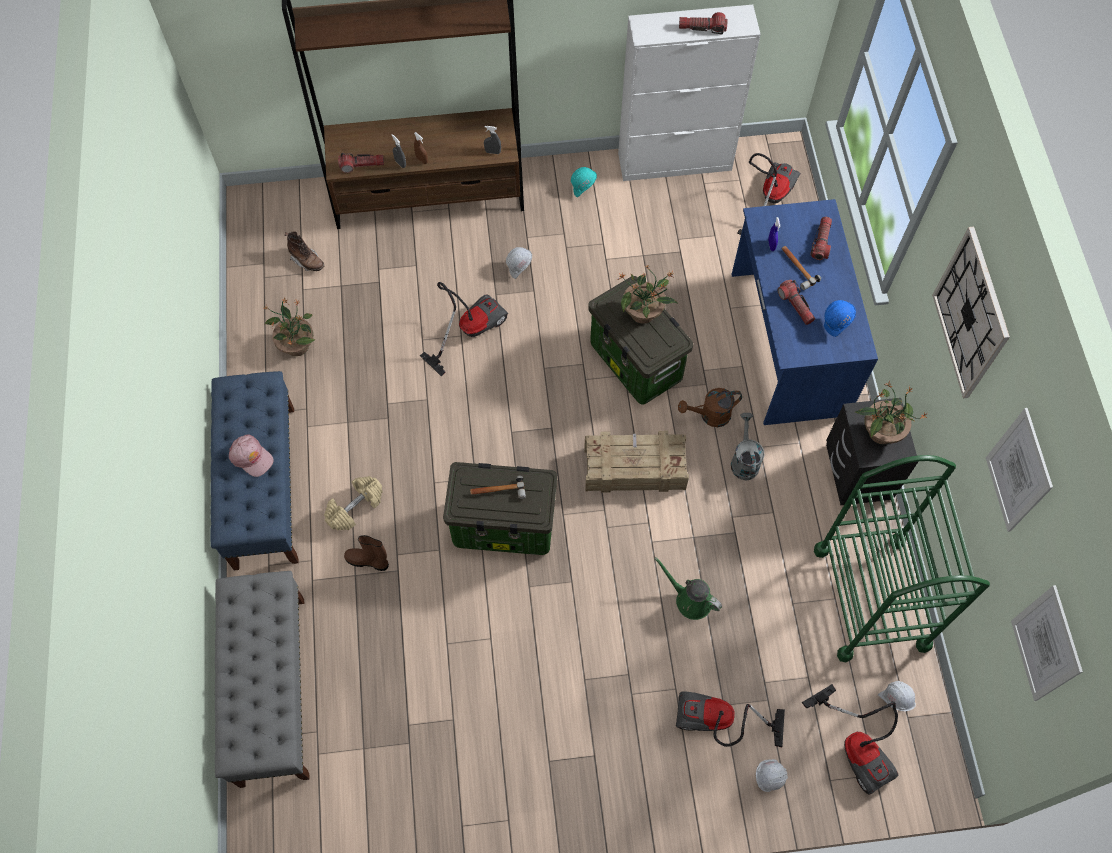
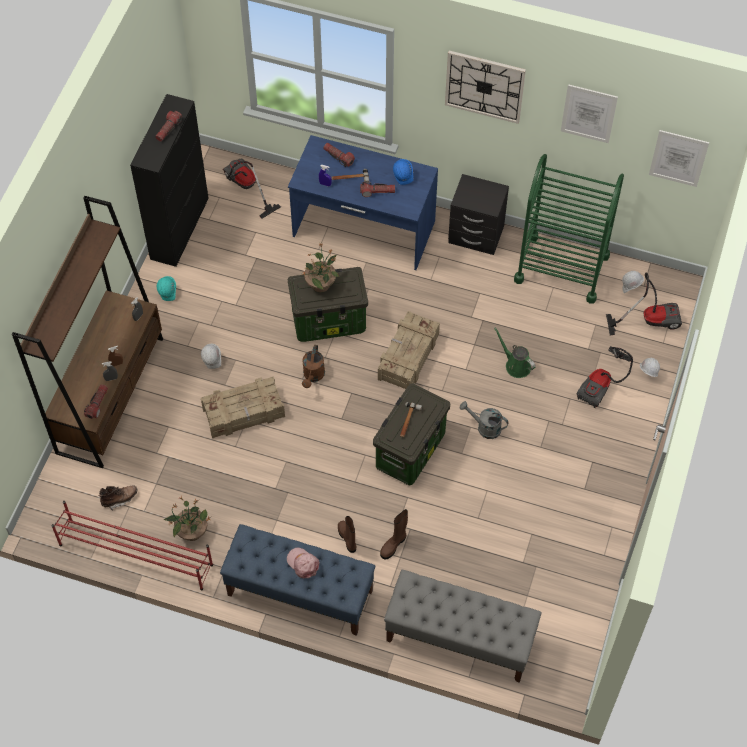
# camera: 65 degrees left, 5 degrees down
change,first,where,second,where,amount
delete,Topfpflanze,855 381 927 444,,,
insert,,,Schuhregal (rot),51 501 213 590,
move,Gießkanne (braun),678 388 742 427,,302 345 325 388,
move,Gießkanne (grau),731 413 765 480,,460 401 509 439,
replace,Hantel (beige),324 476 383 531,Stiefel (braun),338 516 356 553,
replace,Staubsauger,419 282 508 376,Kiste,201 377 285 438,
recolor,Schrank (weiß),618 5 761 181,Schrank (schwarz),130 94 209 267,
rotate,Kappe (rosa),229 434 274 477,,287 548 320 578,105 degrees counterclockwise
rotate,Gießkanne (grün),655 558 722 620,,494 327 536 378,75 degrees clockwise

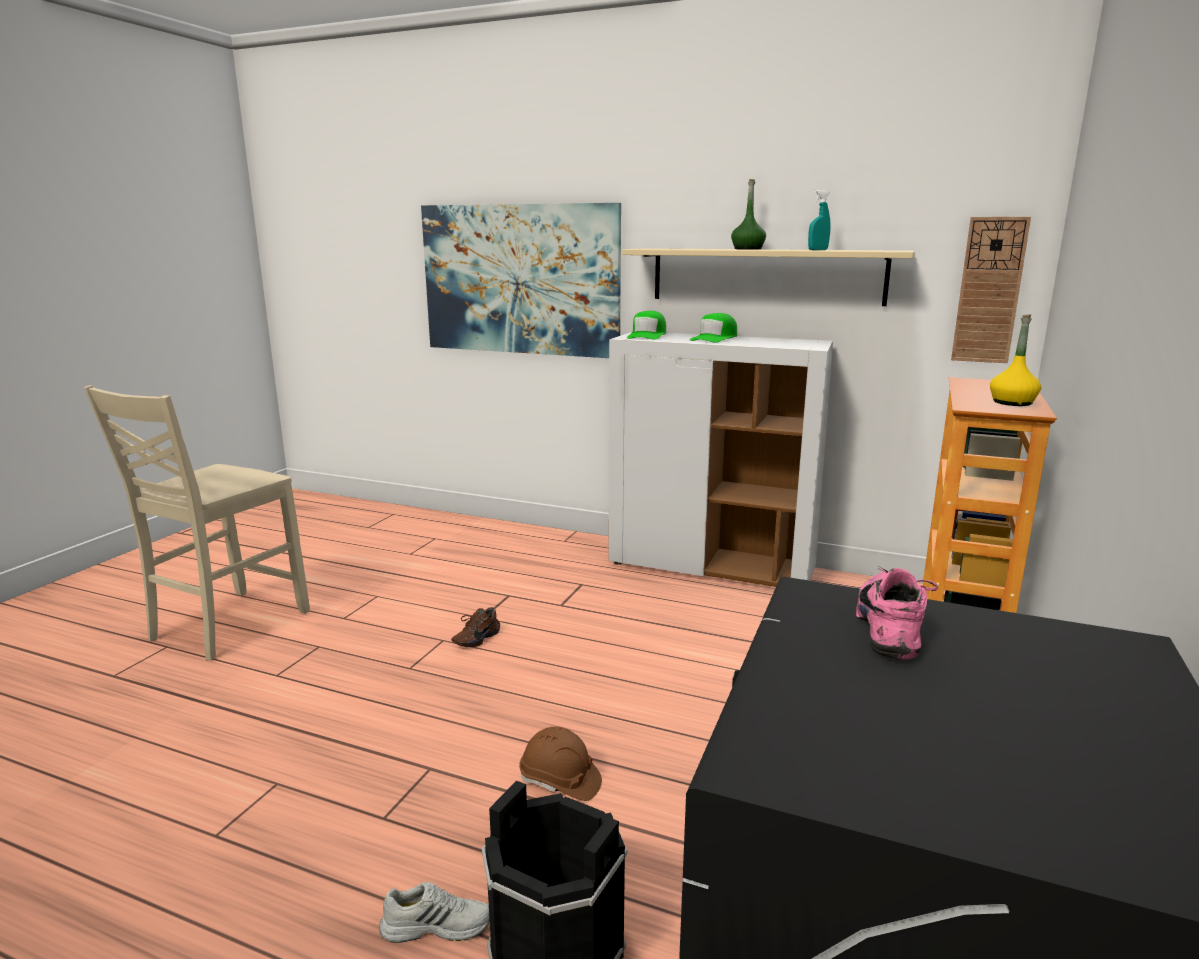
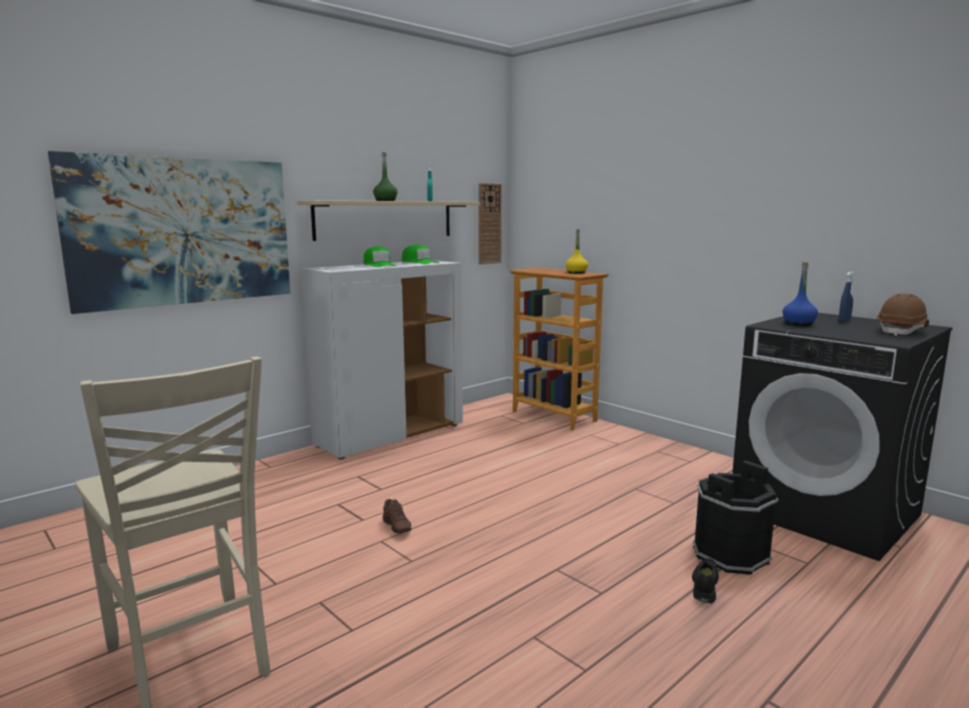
# camera: 65 degrees left, 5 degrees down
change,first,where,second,where,amount
insert,,,Sprühflasche (blau),839 271 855 322,
move,Schutzhelm (braun),519 727 602 801,,877 293 929 336,
move,Kappe (grün),627 311 666 340,,402 245 440 264,
replace,Schuh (rosa),856 566 939 660,Flasche (blau),782 262 818 326,
recolor,Schuh (weiß),379 882 490 943,Schuh (schwarz),692 559 719 604,

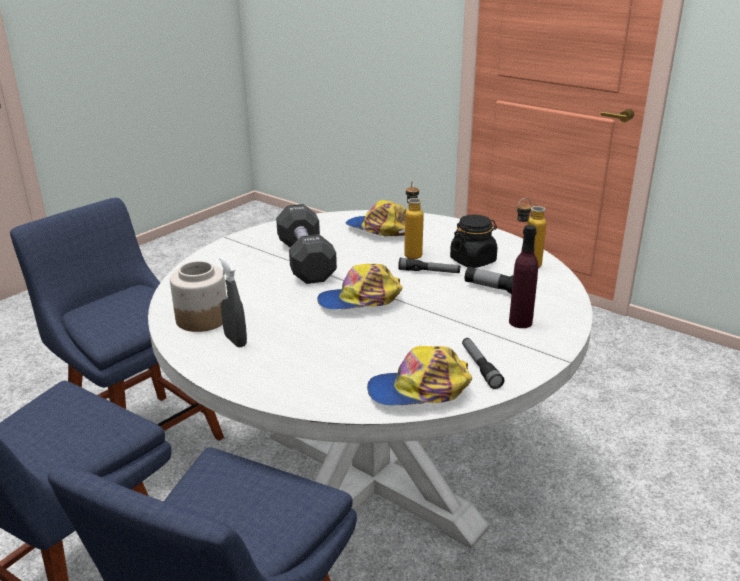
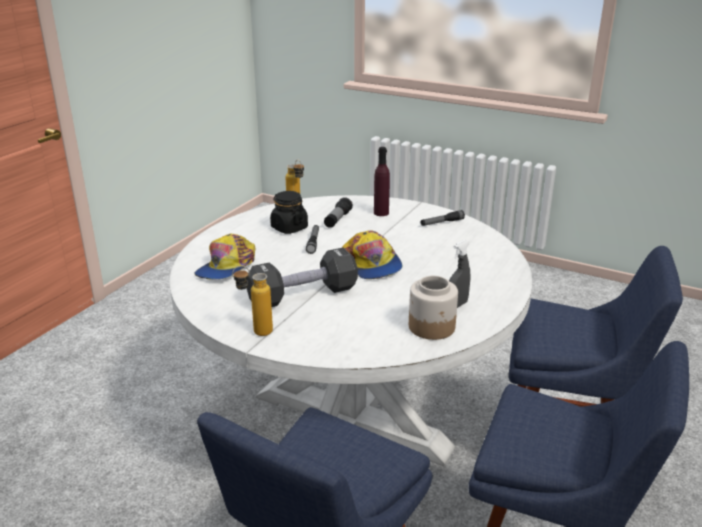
# camera: 100 degrees left, 0 degrees up
change,first,where,second,where,amount
delete,Kappe,367 346 472 406,,,
move,Flasche,404 181 424 259,,232 266 273 336,

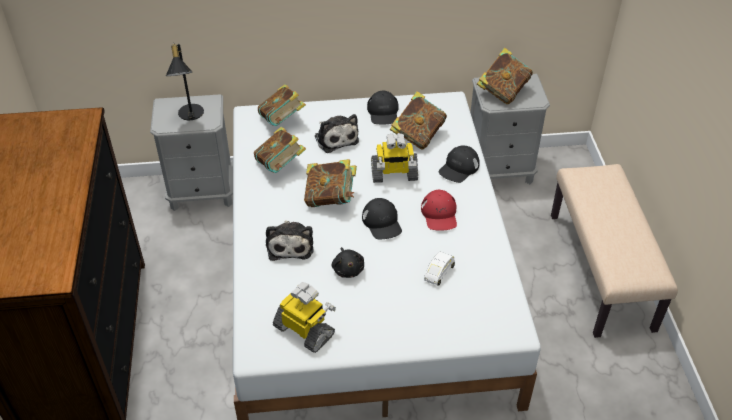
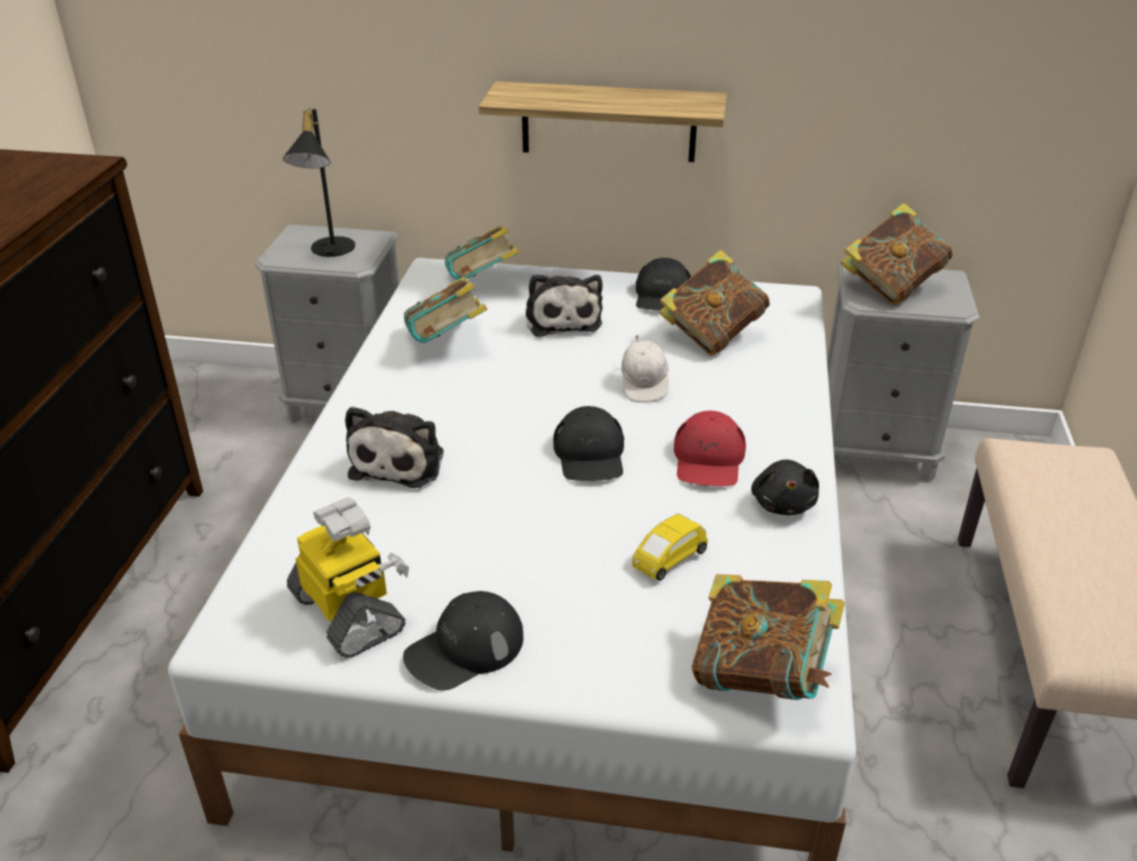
# camera: 15 degrees right, 10 degrees down
change,first,where,second,where,amount
insert,,,Wandregal,479 81 727 162,
move,Buch,304 159 357 207,,692 574 845 700,
move,Plüschtier (schwarz),332 247 364 278,,751 460 819 515,
move,Kappe (schwarz),438 146 480 183,,403 591 523 691,
replace,Spielzeugroboter,371 133 418 183,Kappe (weiß),621 335 669 403,
recolor,Spielzeugauto (weiß),424 251 455 286,Spielzeugauto (gelb),632 514 708 581,

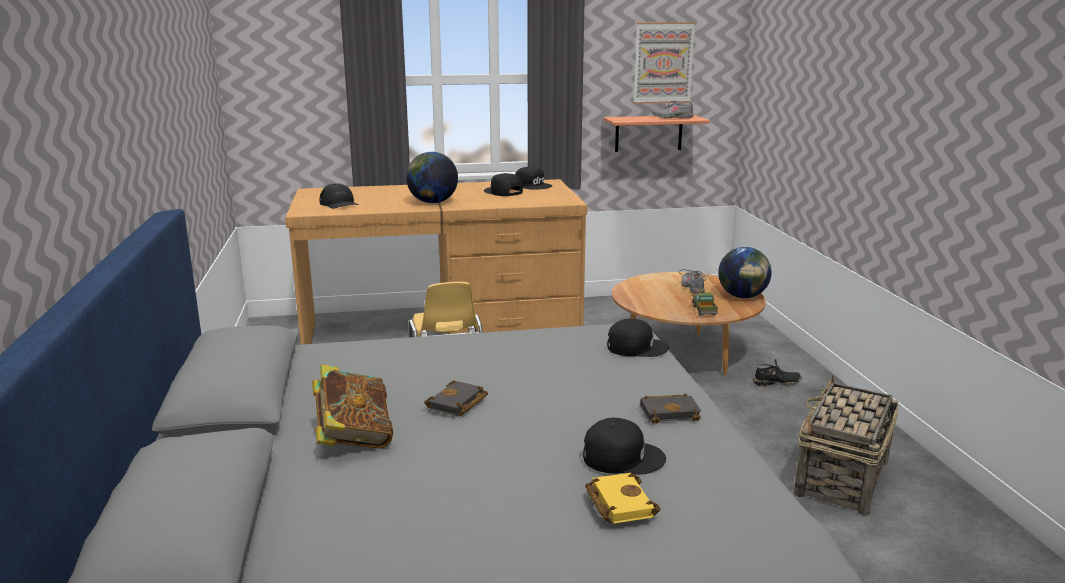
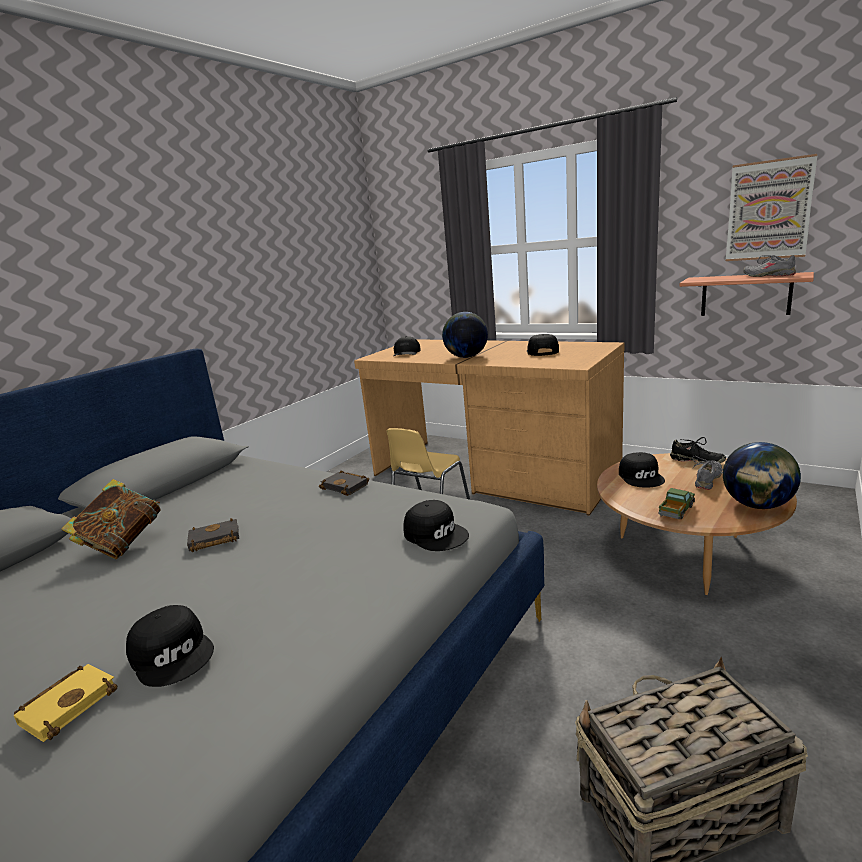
# camera: 45 degrees right, 0 degrees up
change,first,where,second,where,amount
move,Kappe (schwarz),515 167 552 190,,619 452 665 488,
move,Buch (schwarz),640 393 701 423,,319 471 369 496,
move,Schuh (schwarz),753 359 802 387,,670 437 726 463,

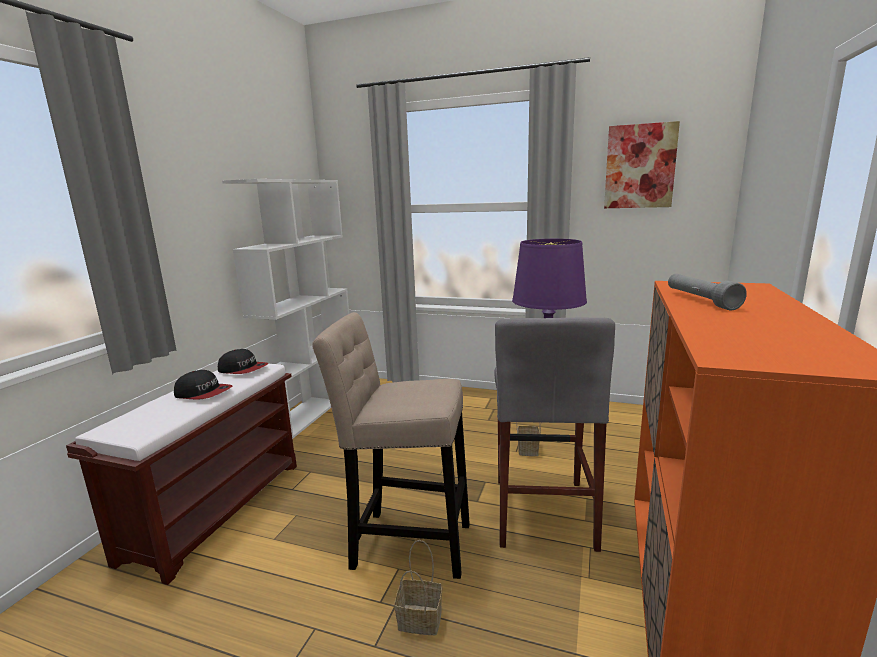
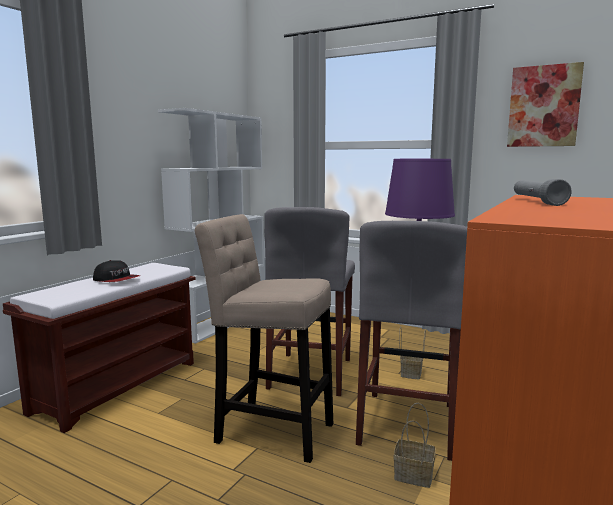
# camera: 10 degrees right, 5 degrees down
change,first,where,second,where,amount
delete,Kappe,218 349 268 374,,,
insert,,,Hocker (grau),264 207 355 396,
move,Korb,394 540 442 635,,393 403 435 488,

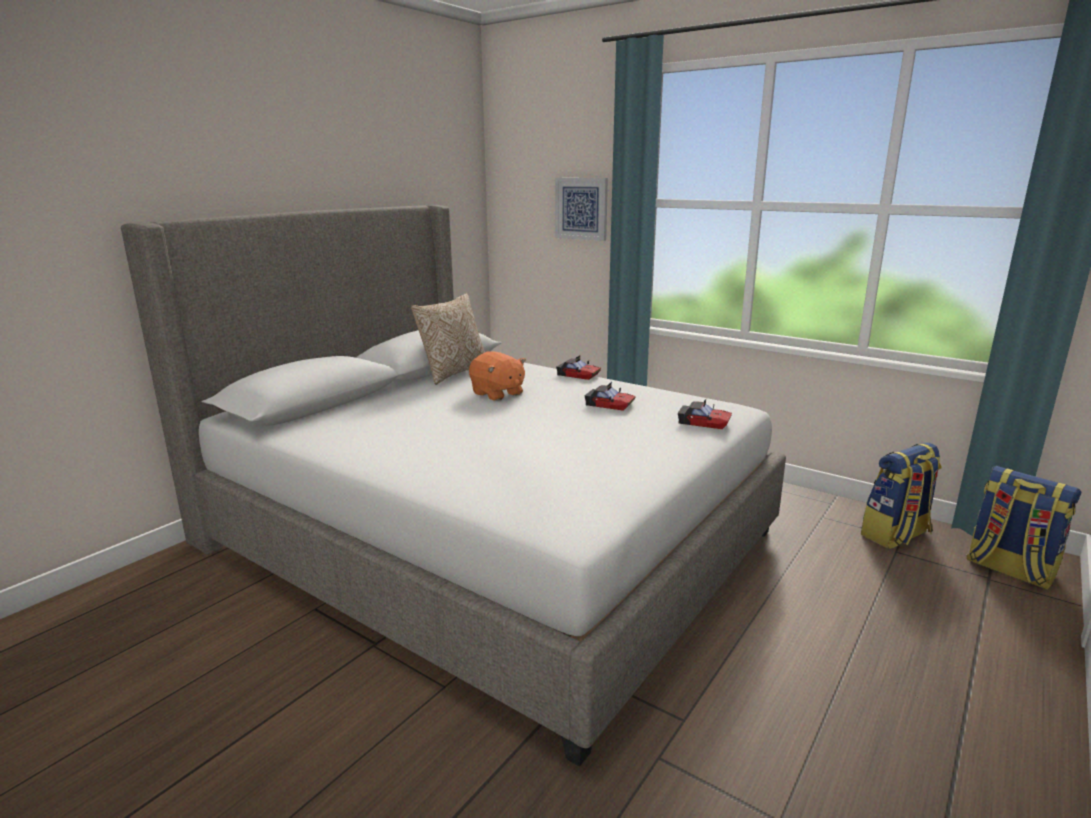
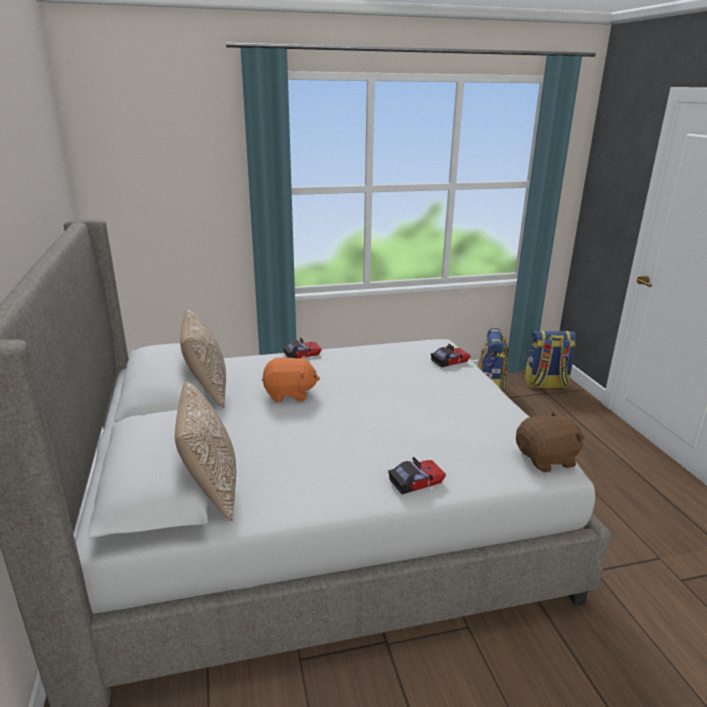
# camera: 50 degrees left, 5 degrees up
change,first,where,second,where,amount
delete,Bild,555 178 608 241,,,
insert,,,Kissen,175 381 236 521,
insert,,,Plüschtier (braun),516 411 584 473,
move,Spielzeugauto,585 382 636 411,,388 457 446 494,

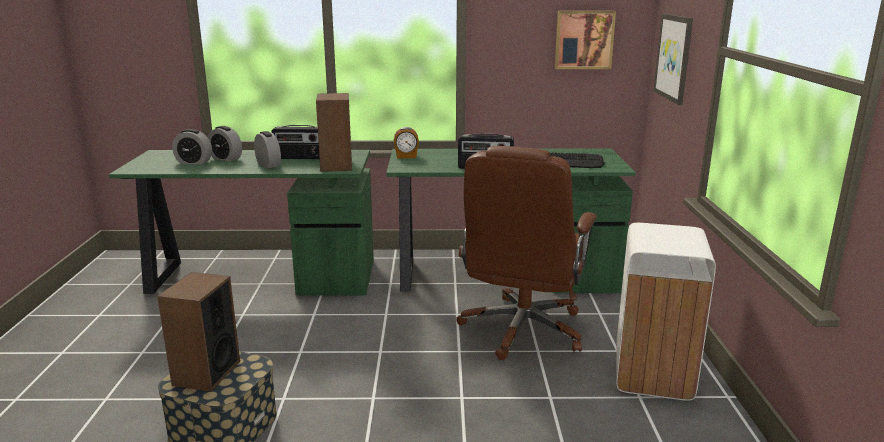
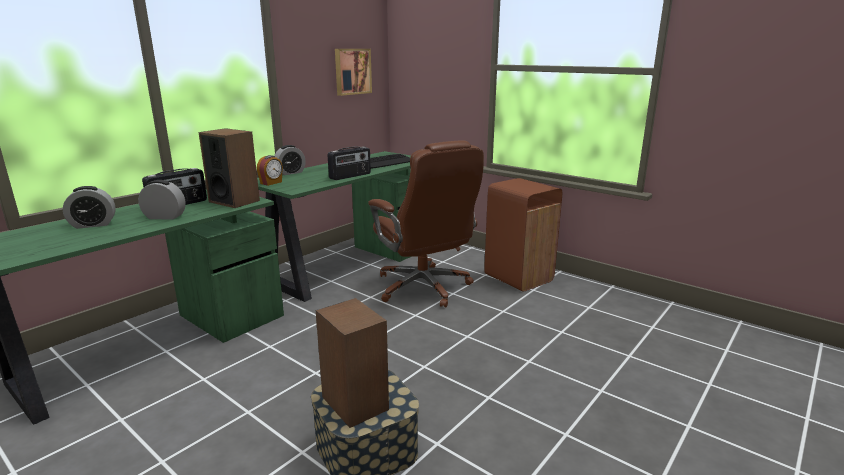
# camera: 50 degrees left, 0 degrees up
change,first,where,second,where,amount
delete,Bild,654 13 693 105,,,
move,Wecker,172 129 212 165,,274 145 306 175,
recolor,Mülleimer (weiß),617 223 716 401,Mülleimer (braun),484 178 562 291,

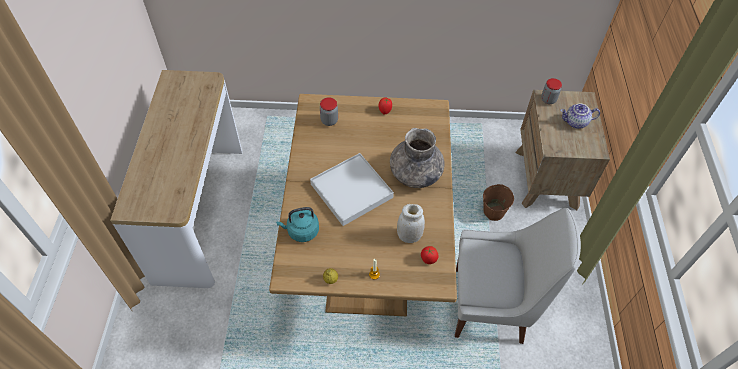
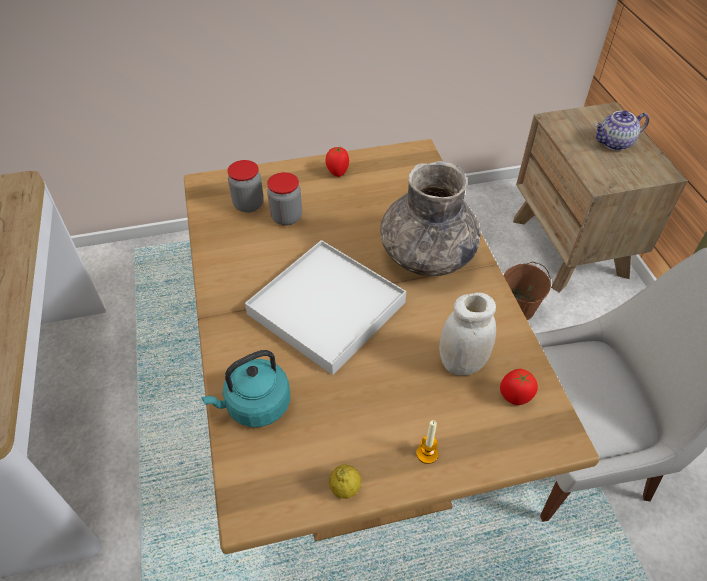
# camera: 15 degrees left, 5 degrees down
change,first,where,second,where,amount
move,Vorratsglas,541 78 562 104,,267 172 302 226,

